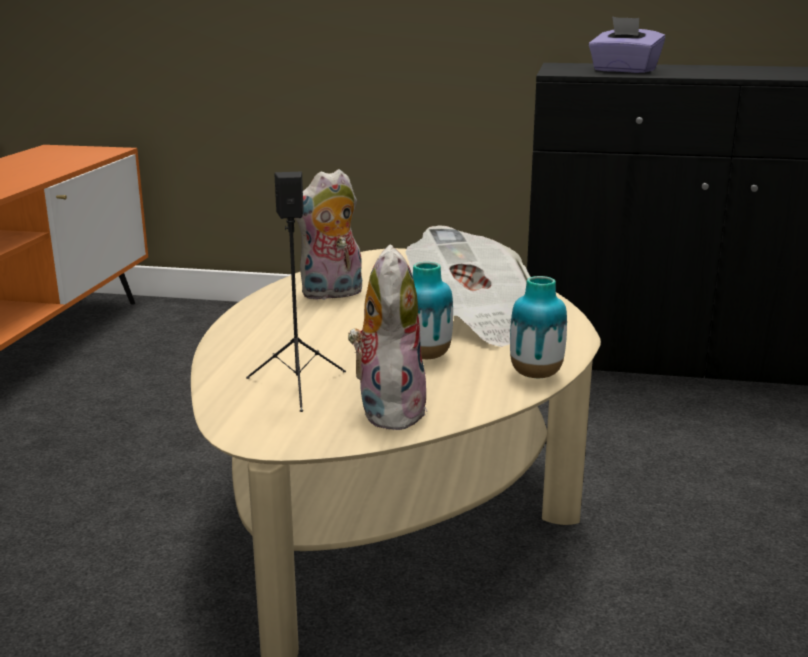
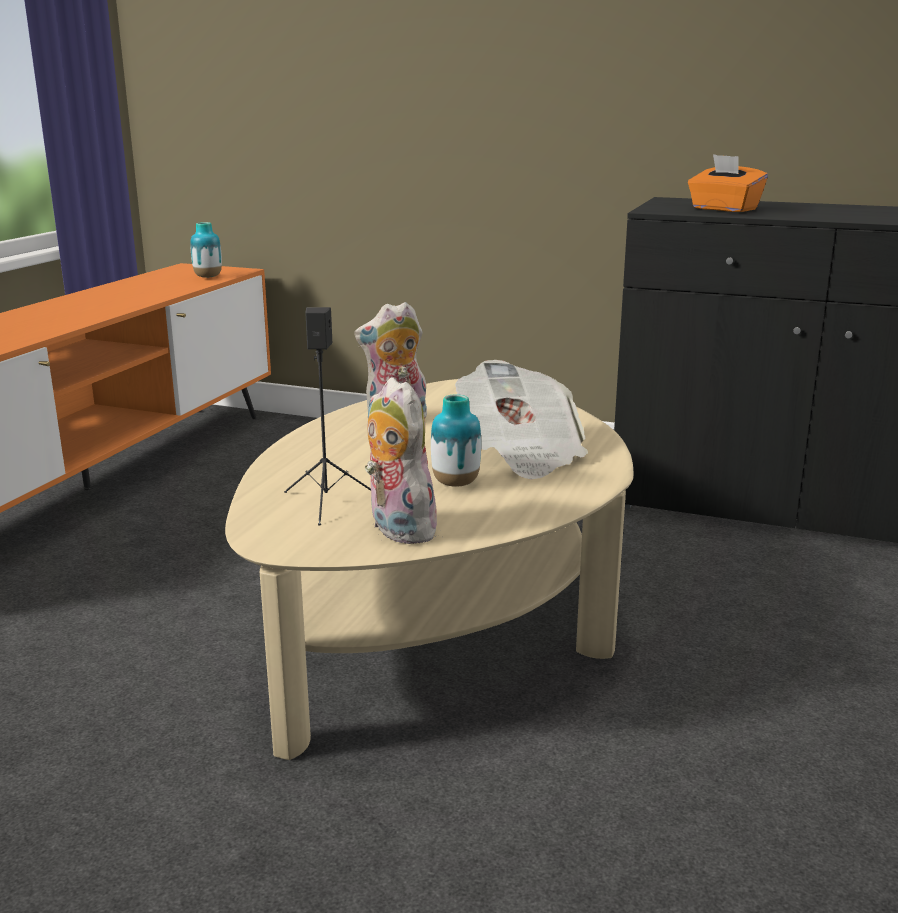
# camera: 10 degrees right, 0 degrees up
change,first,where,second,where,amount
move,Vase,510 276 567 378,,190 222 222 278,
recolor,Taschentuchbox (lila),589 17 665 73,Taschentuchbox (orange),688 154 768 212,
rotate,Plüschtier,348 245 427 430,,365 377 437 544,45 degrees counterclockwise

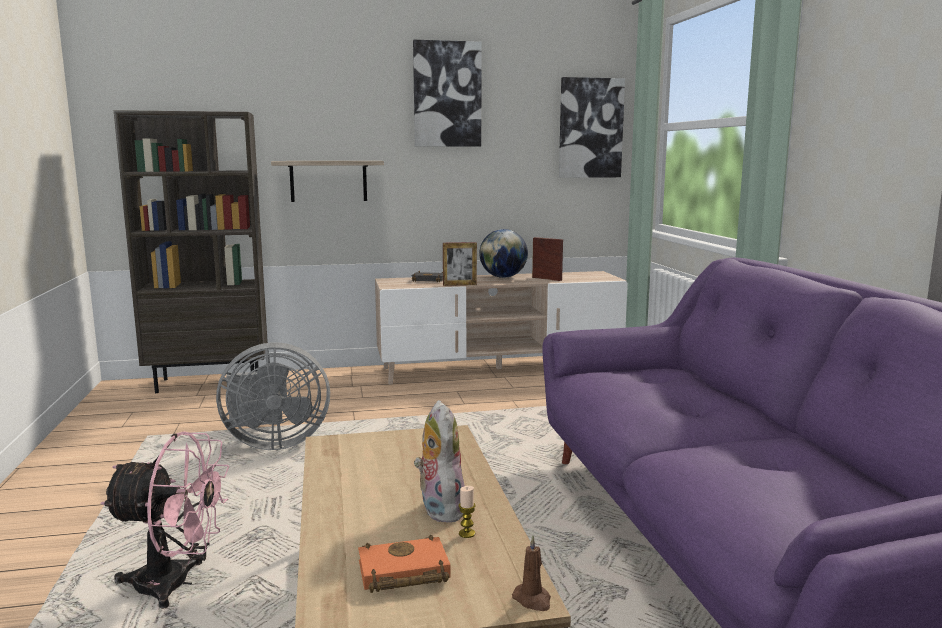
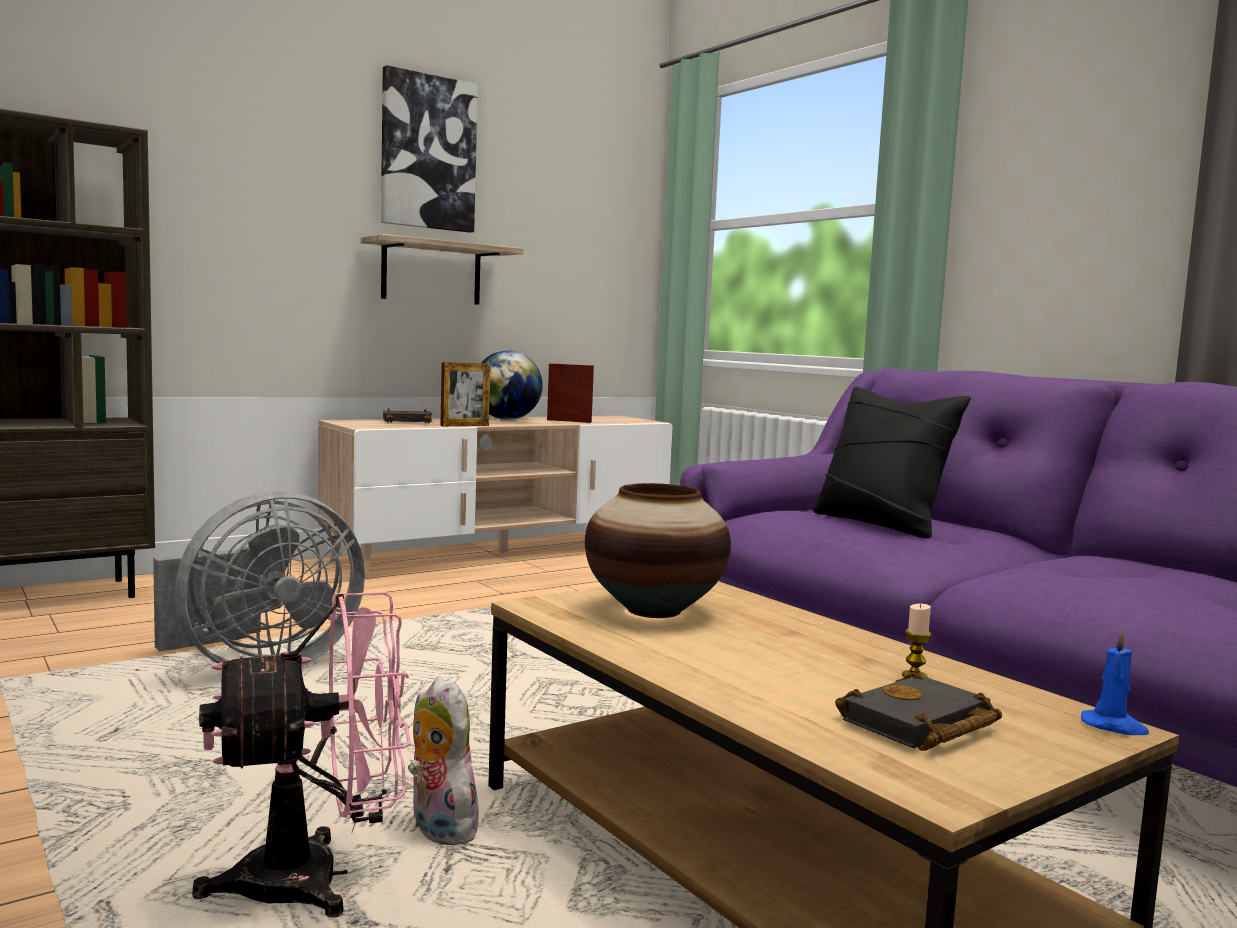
# camera: 25 degrees left, 5 degrees down
change,first,where,second,where,amount
delete,Bild,559 77 625 178,,,
insert,,,Vase,585 483 731 618,
insert,,,Kissen (schwarz),812 387 971 538,
move,Wandregal,271 161 384 202,,361 234 523 305,
move,Plüschtier,414 400 465 522,,408 676 479 845,
recolor,Buch (orange),358 535 451 593,Buch (schwarz),835 671 1002 751,
recolor,Kerze (braun),512 535 551 611,Kerze (blau),1081 629 1149 735,

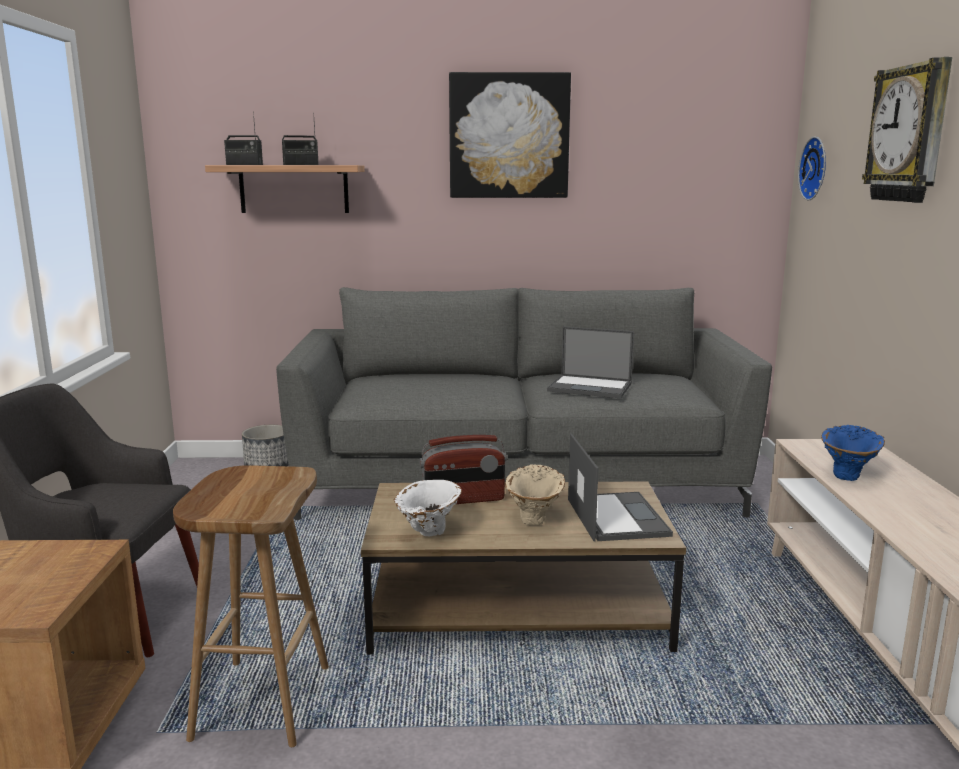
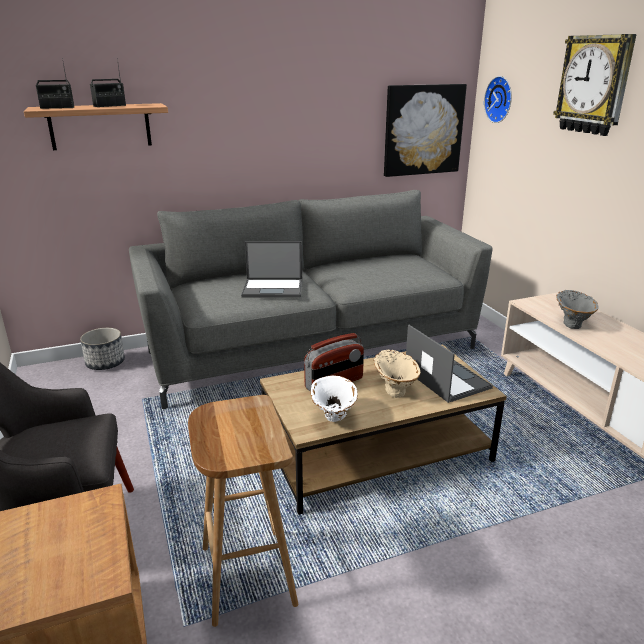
# camera: 20 degrees left, 10 degrees up
change,first,where,second,where,amount
move,Bild,449 72 571 198,,384 84 467 177,
move,Laptop,547 326 634 398,,241 241 302 297,
recolor,Vase (blau),821 425 885 481,Vase (grau),556 290 599 329,

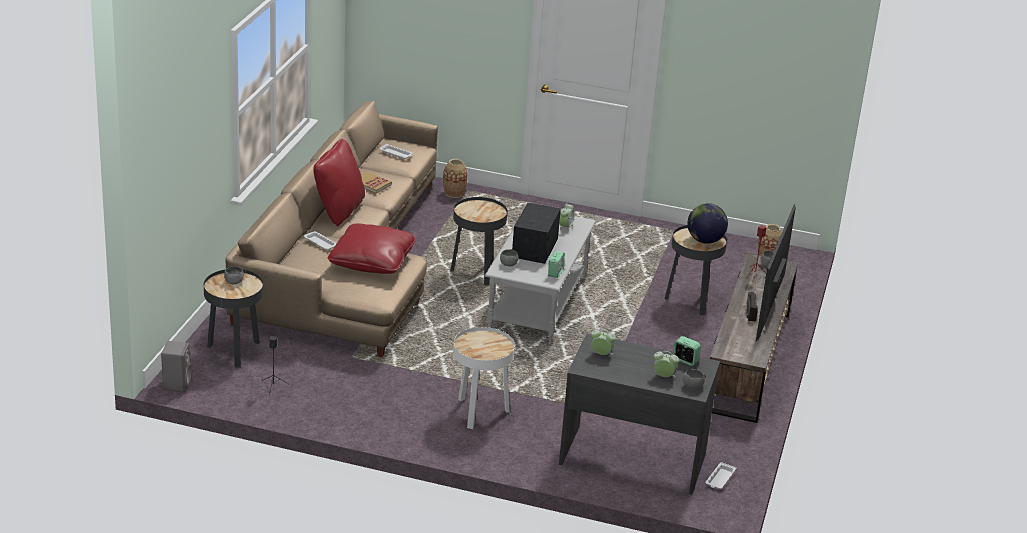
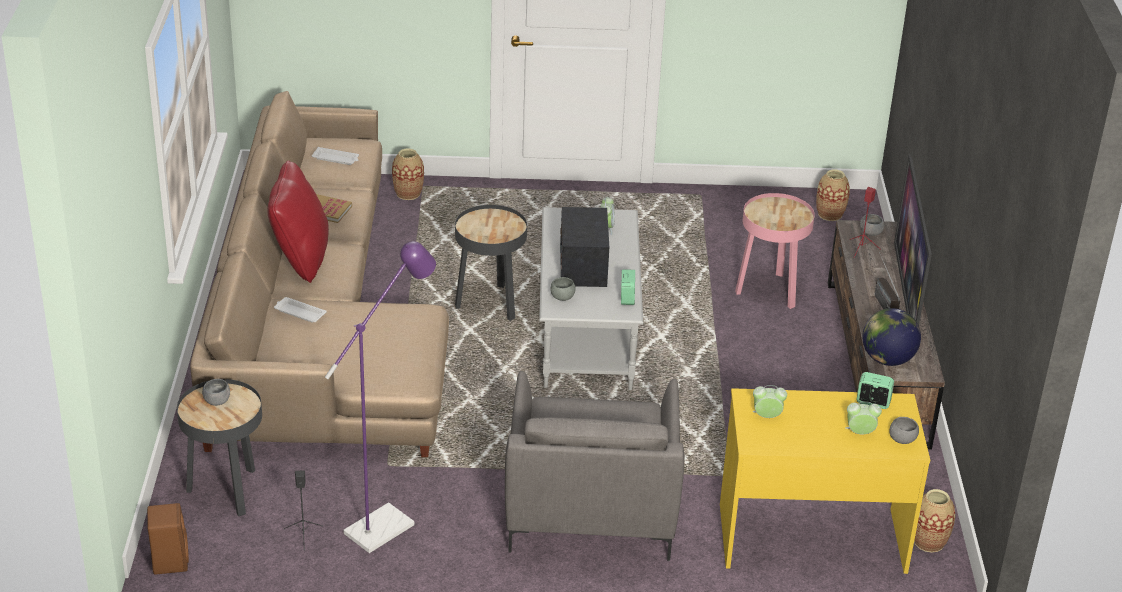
# camera: 15 degrees left, 5 degrees up
change,first,where,second,where,amount
delete,Kissen (rot),328 224 416 274,,,
insert,,,Stehlampe (lila),325 241 436 553,
move,Globus,687 203 728 244,,862 308 921 366,
replace,Beistelltisch (weiß),453 327 515 429,Sessel (grau),505 371 684 561,
replace,Tablett (weiß),705 462 736 489,Vase,914 489 955 553,
recolor,Lautsprecher (grau),161 341 192 392,Lautsprecher (braun),147 503 189 575,
recolor,Schreibtisch (grau),559 333 720 495,Schreibtisch (gelb),720 388 930 574,
recolor,Beistelltisch (schwarz),665 225 727 315,Beistelltisch (rosa),735 193 815 309,

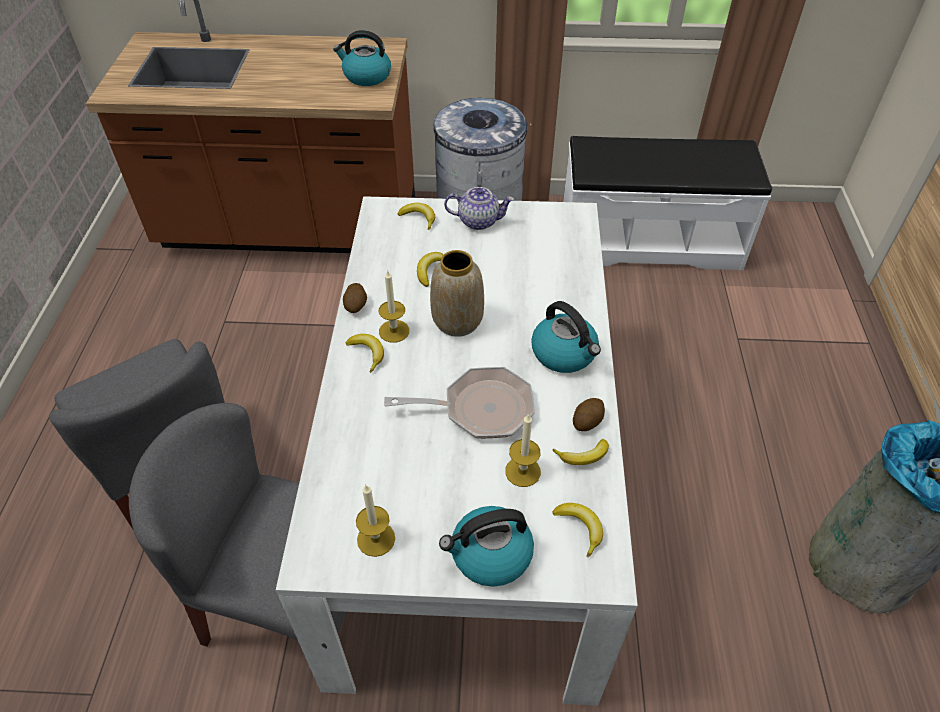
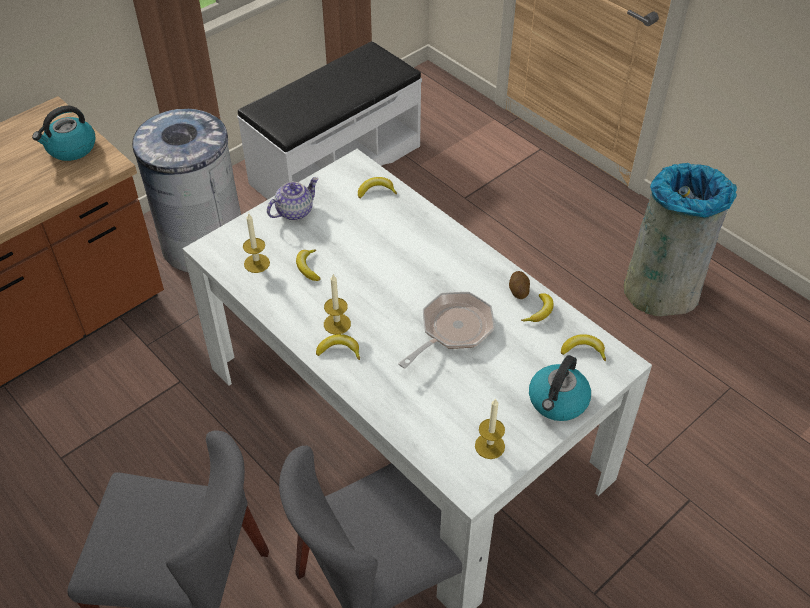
# camera: 45 degrees left, 0 degrees up
change,first,where,second,where,amount
delete,Kartoffel,343 283 367 313,,,
delete,Vase,430 250 484 337,,,
delete,Wasserkessel,531 301 601 373,,,
move,Banane,398 203 435 230,,358 177 397 198,
move,Kerze,505 413 541 487,,243 213 270 273,

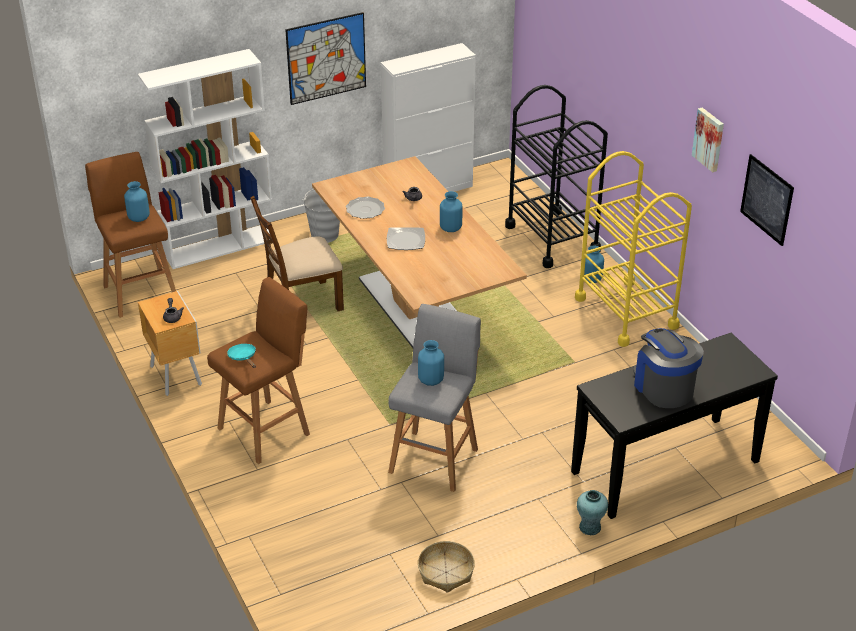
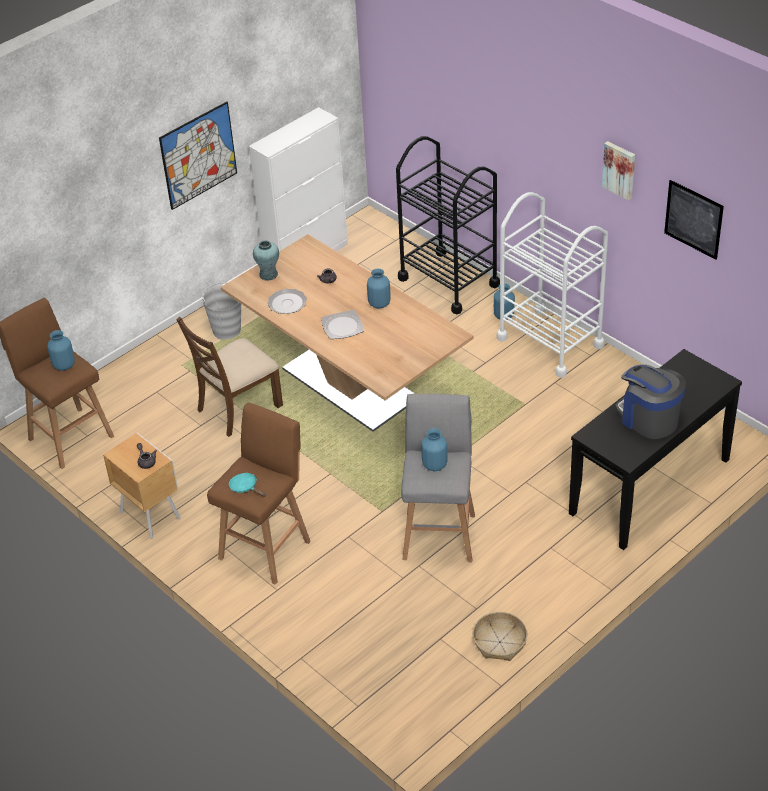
# camera: 15 degrees left, 5 degrees up
change,first,where,second,where,amount
delete,Bücherregal (weiß),138 49 272 269,,,
move,Vase (türkis),577 490 608 535,,253 240 279 281,
recolor,Rollwagen (gelb),575 151 692 347,Rollwagen (weiß),497 192 608 378,

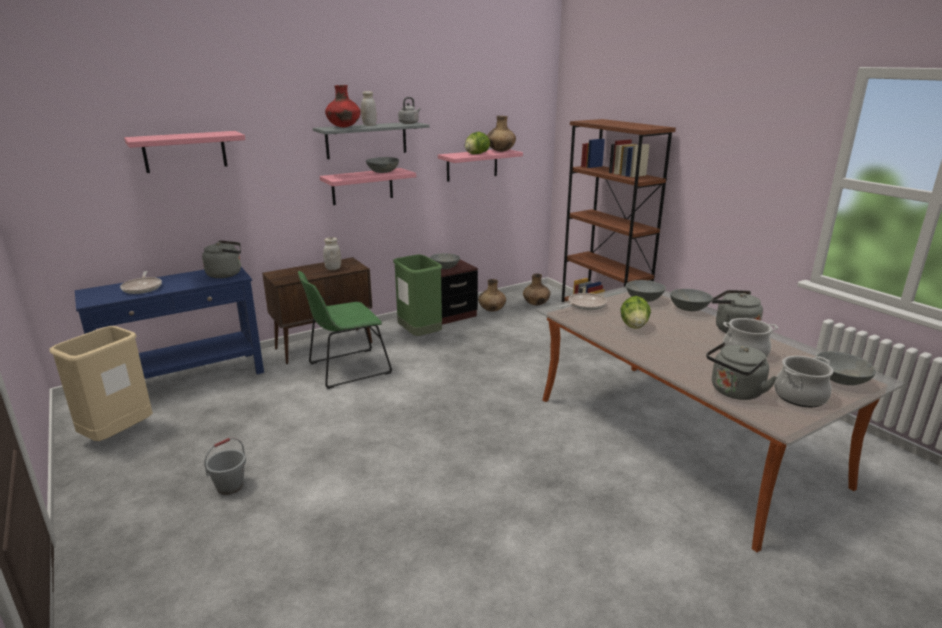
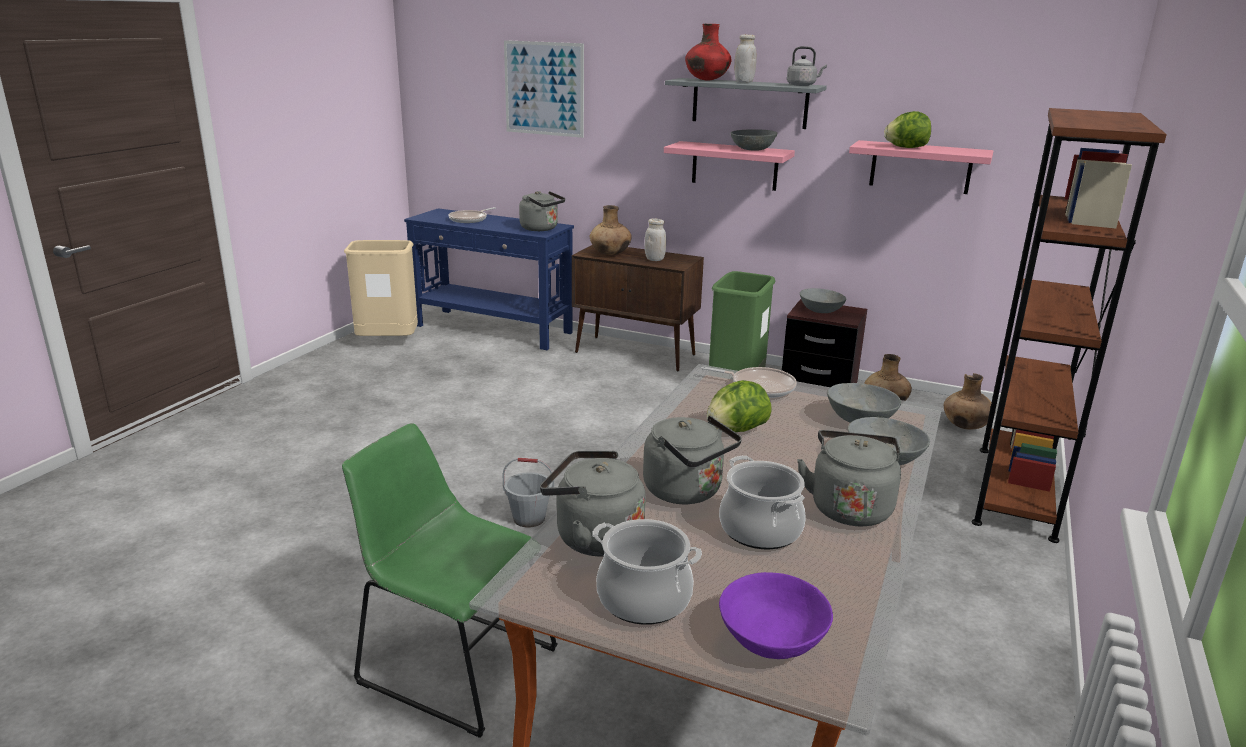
# camera: 55 degrees right, 0 degrees up
change,first,where,second,where,amount
insert,,,Wasserkessel (grau),643 416 742 504,
move,Eimer (grau),204 438 246 495,,502 458 554 528,
move,Stuhl (grün),298 271 392 389,,342 423 558 738,
move,Vase (braun),487 116 516 152,,590 205 632 255,
replace,Wandregal (rosa),124 131 245 173,Bild,504 40 584 138,
recolor,Schüssel (grau),816 351 876 385,Schüssel (lila),719 572 833 659,

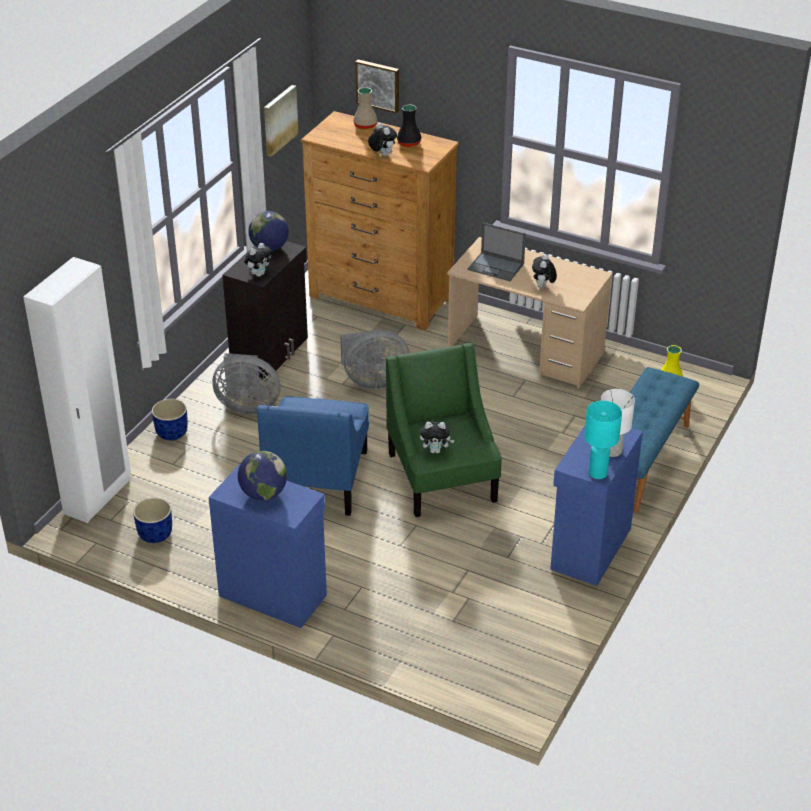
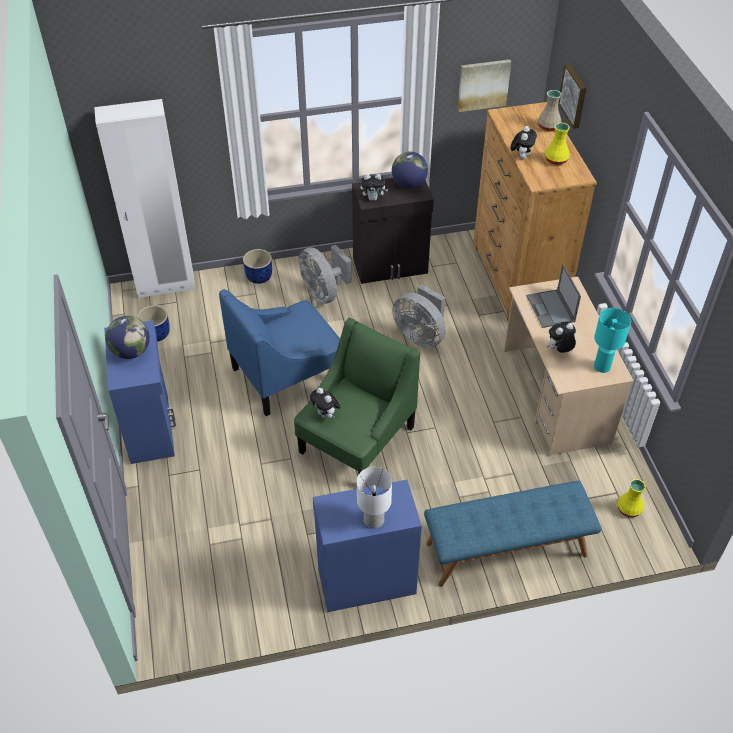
# camera: 50 degrees right, 10 degrees up
change,first,where,second,where,amount
move,Tischlampe (türkis),584 401 622 479,,594 308 631 373,
recolor,Vase (schwarz),397 104 421 148,Vase (gelb),545 123 570 165,

